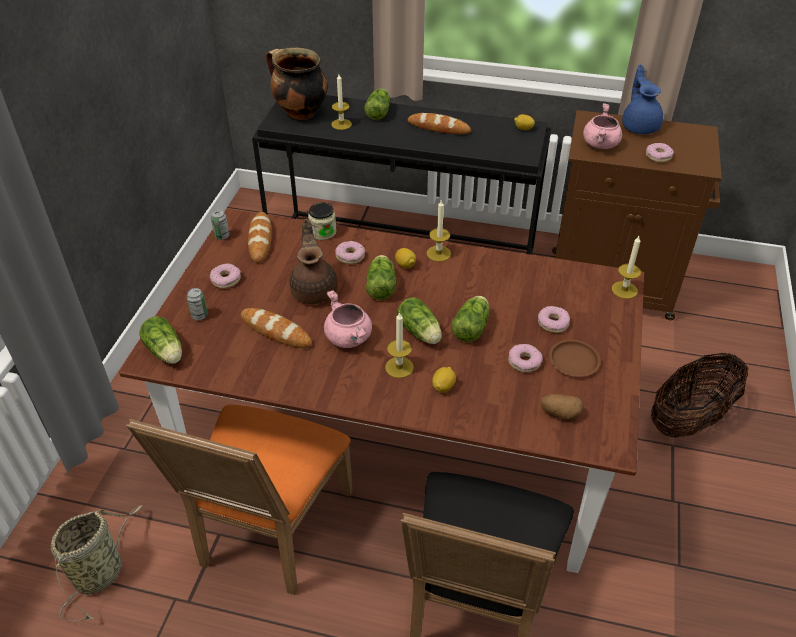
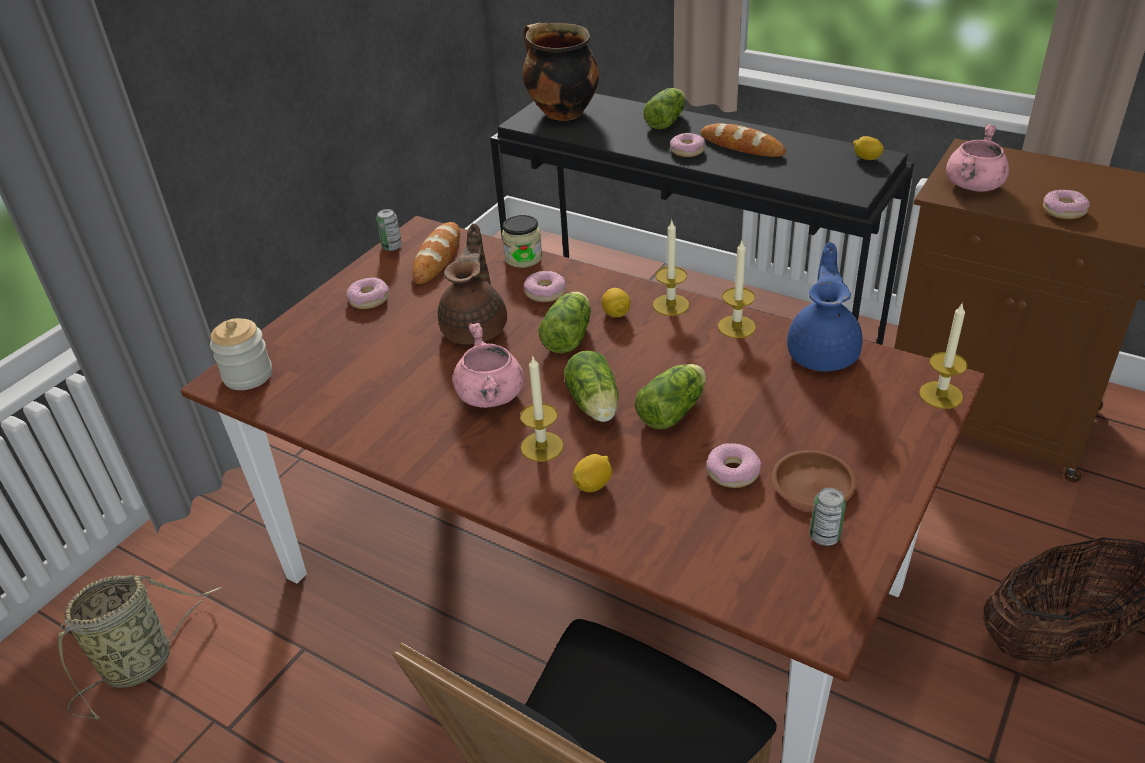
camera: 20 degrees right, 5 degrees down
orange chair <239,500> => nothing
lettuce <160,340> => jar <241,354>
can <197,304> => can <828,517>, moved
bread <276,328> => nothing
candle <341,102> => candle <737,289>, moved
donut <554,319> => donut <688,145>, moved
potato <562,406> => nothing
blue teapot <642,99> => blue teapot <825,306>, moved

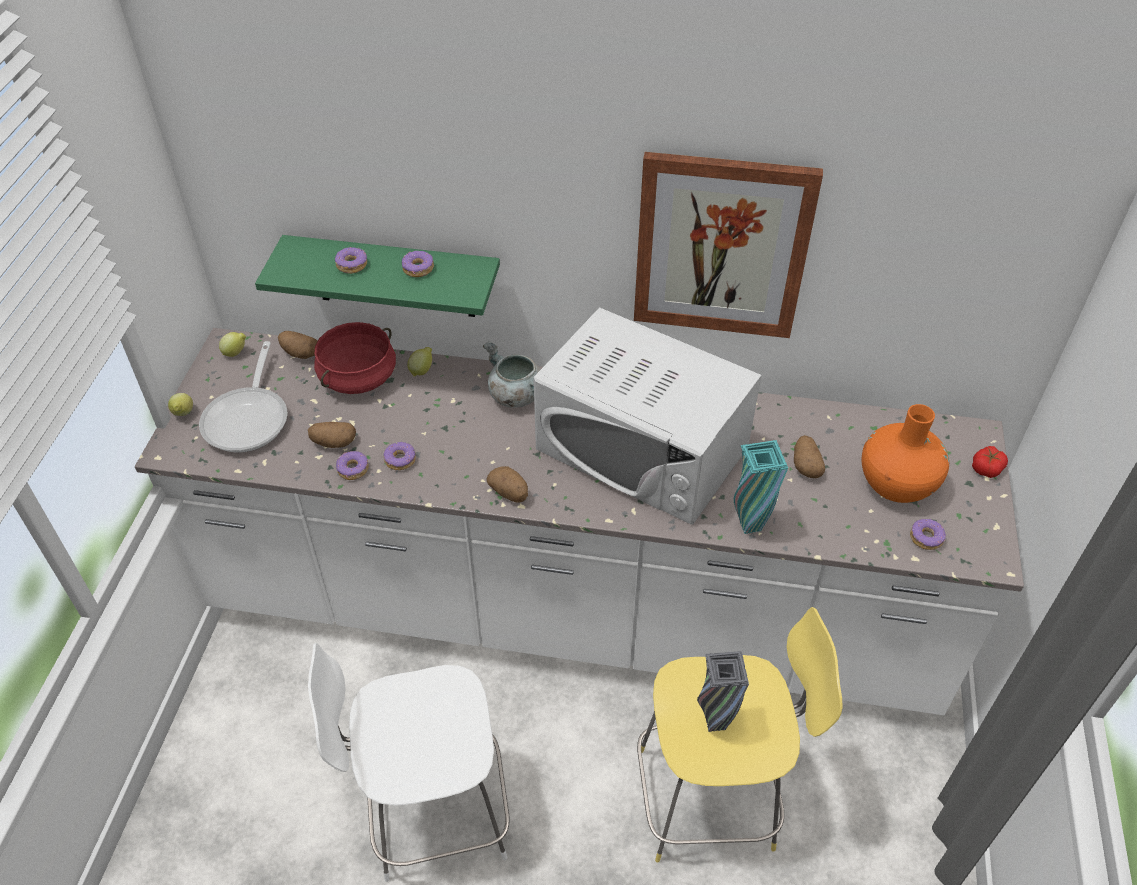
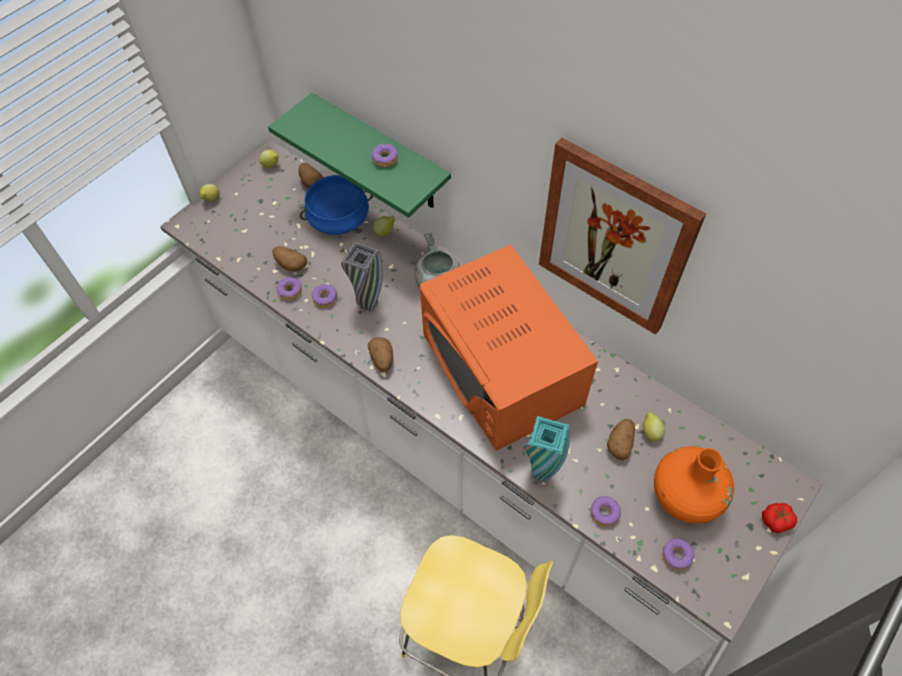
camera: 30 degrees right, 10 degrees up
frying pan <243,397> => nothing
white stool <408,762> => nothing
red cooking pot <355,358> => blue cooking pot <336,205>
donut <351,260> => donut <606,511>, moved
white microwave <648,416> => orange microwave <509,347>
grey vase <723,691> => grey vase <362,277>, moved
nothing => lemon <653,426>

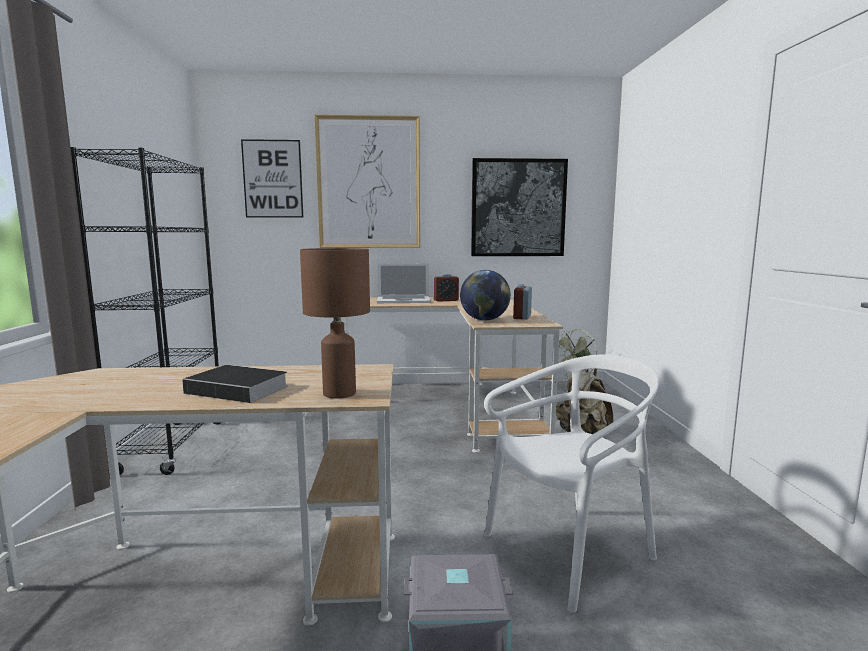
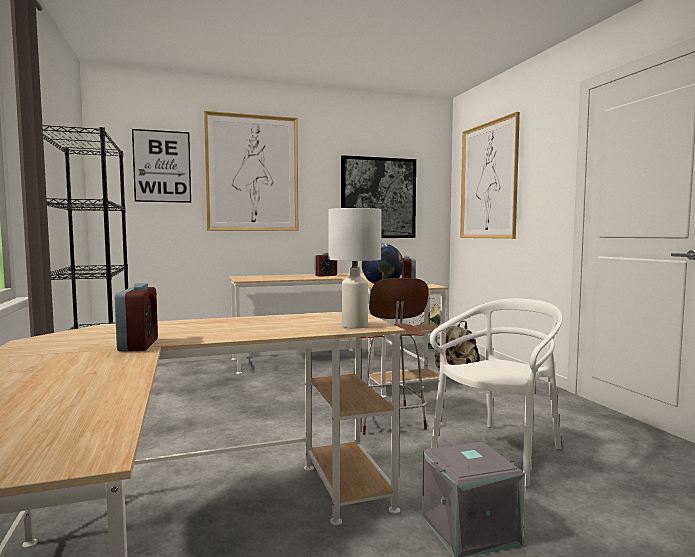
camera: 15 degrees left, 5 degrees down
book <235,384> => nothing
brown table lamp <335,323> => white table lamp <355,268>
laptop <404,283> => nothing
nothing => alarm clock <136,317>
nothing => brown stool <391,356>
nothing => picture <490,175>

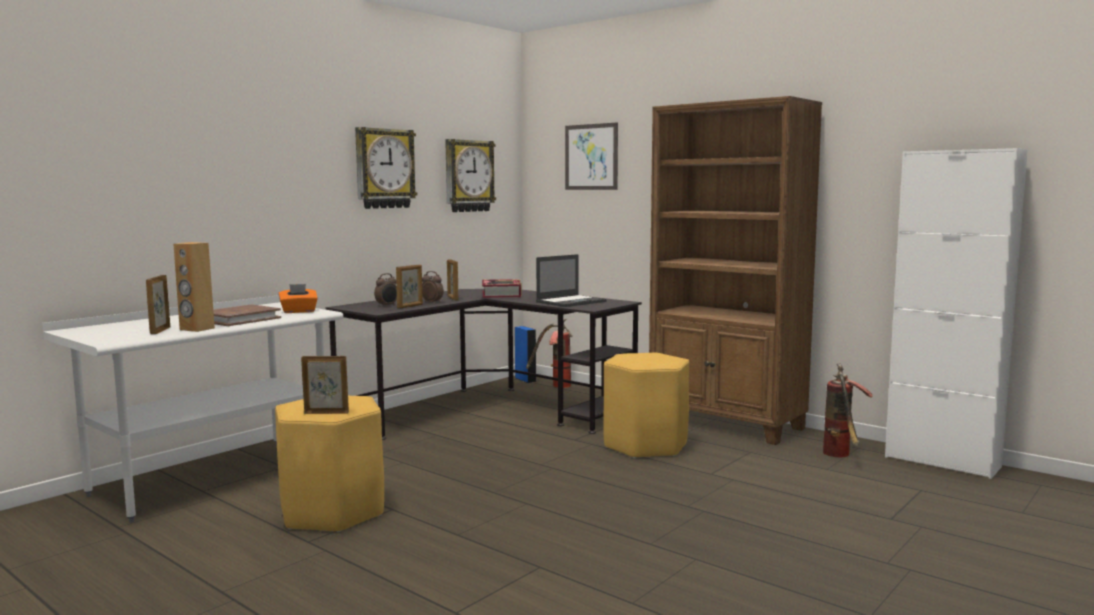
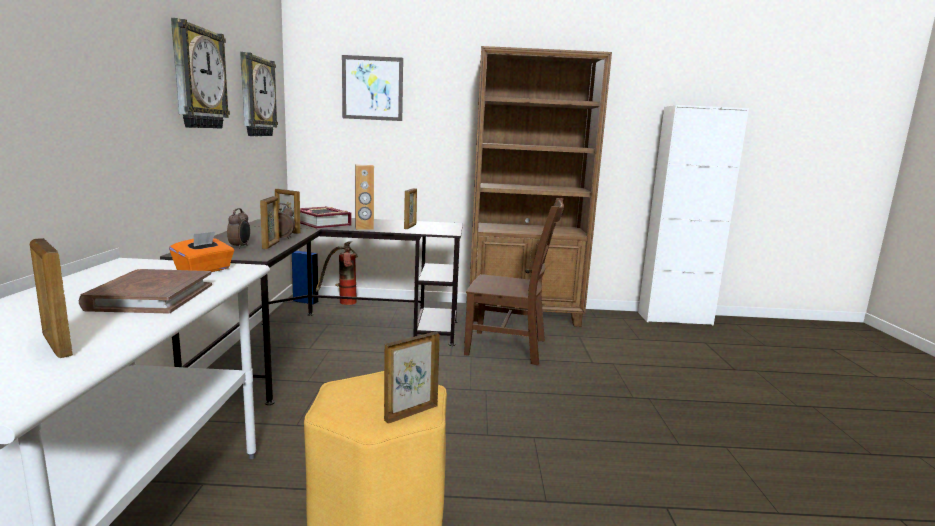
camera: 40 degrees left, 5 degrees up
brown speaker <194,287> => brown speaker <364,197>, moved
laptop <571,280> => picture frame <410,208>
yellow stool <646,405> => brown chair <514,281>
fire extinguisher <847,410> => nothing

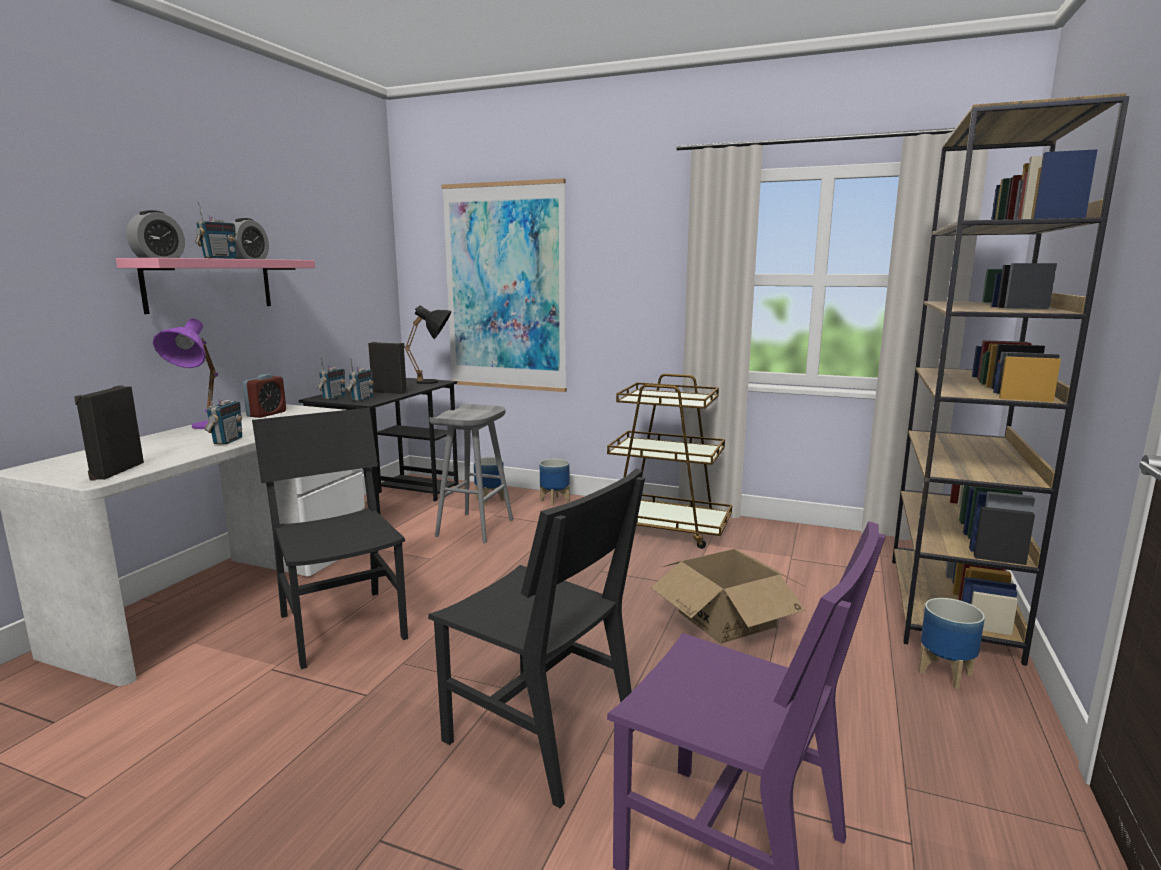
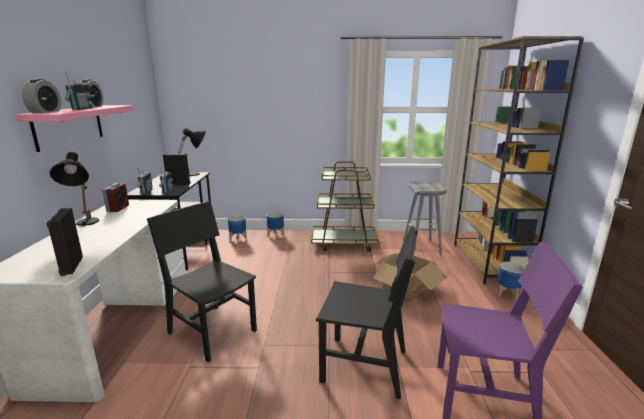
camera: 20 degrees left, 5 degrees up
purple table lamp <185,373> => black table lamp <74,189>
radio <223,415> => nothing
grey stool <471,474> => grey stool <425,218>, moved
picture <504,285> => nothing

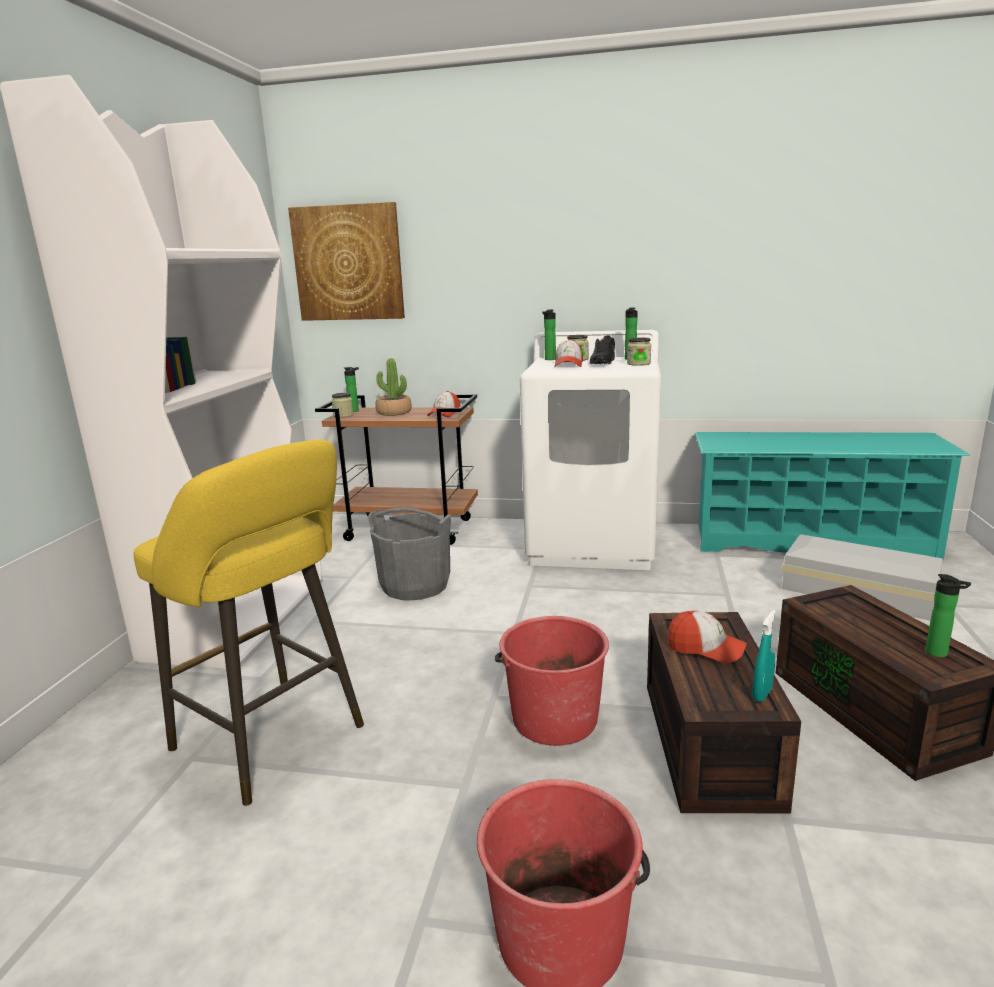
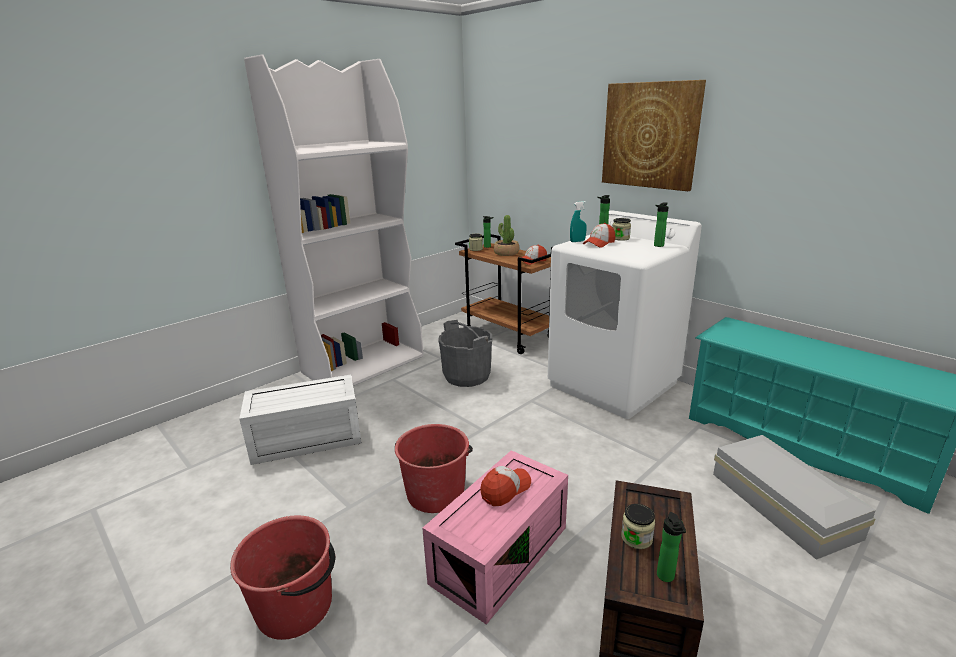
camera: 35 degrees right, 5 degrees up
yellow stool <248,622> => white storage box <300,419>
picture <346,261> => picture <654,135>, moved
black shoe <602,349> => nothing
jar <639,351> => jar <638,526>, moved
brown storage box <724,712> => pink storage box <495,537>
cap <707,637> => cap <505,486>, 105 degrees counterclockwise
turquoise spray bottle <764,656> => turquoise spray bottle <578,221>, moved

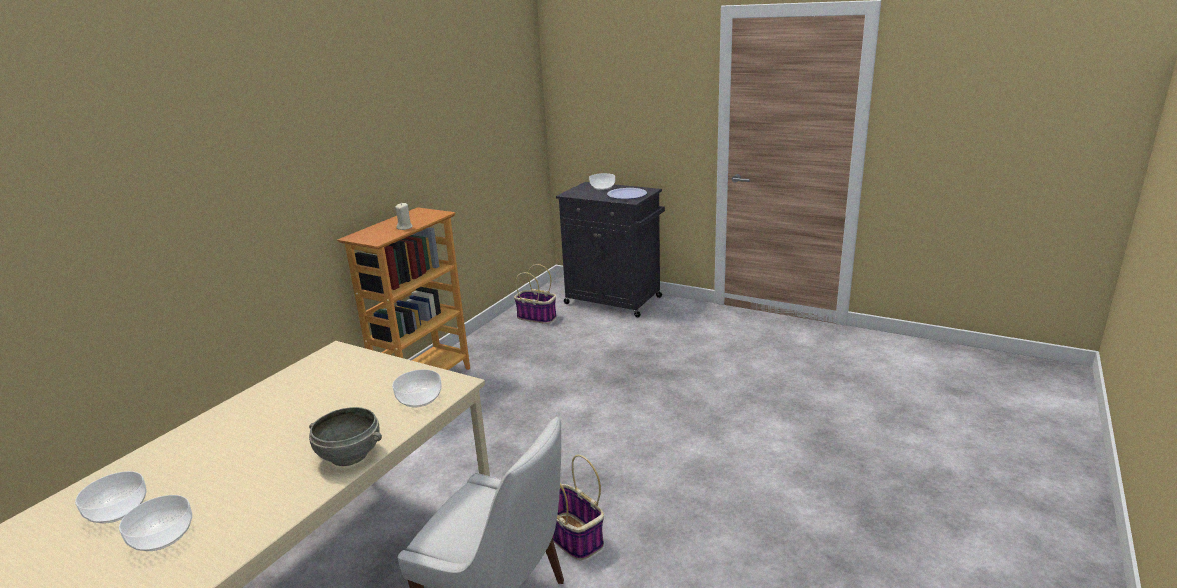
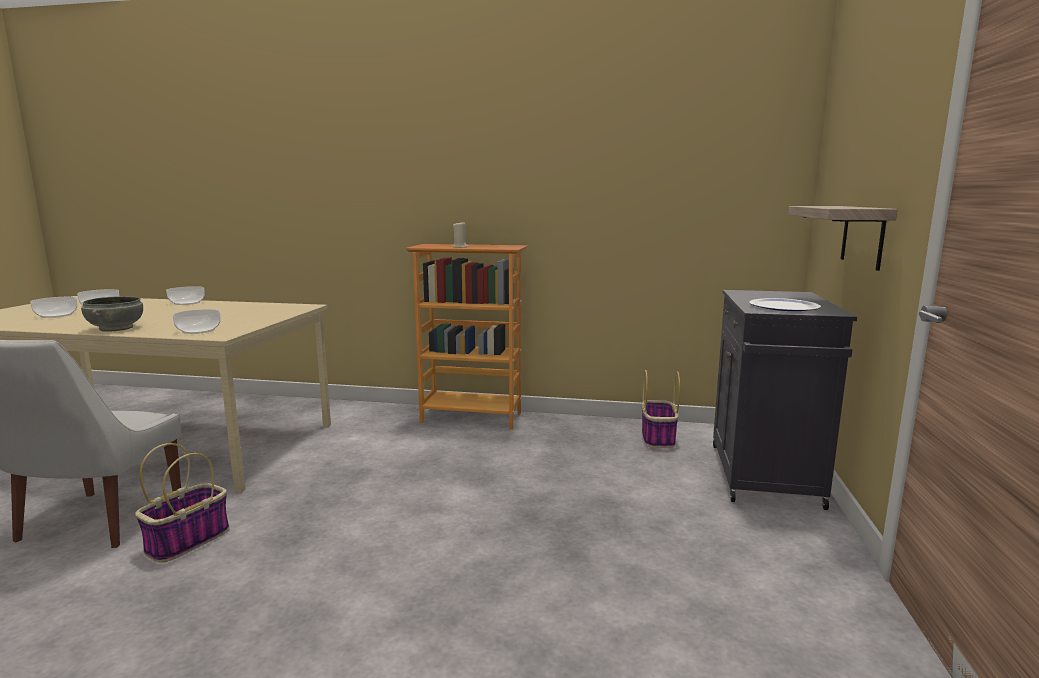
camera: 70 degrees right, 10 degrees down
bowl <602,181> => bowl <185,295>, moved
nothing => shelf <842,238>

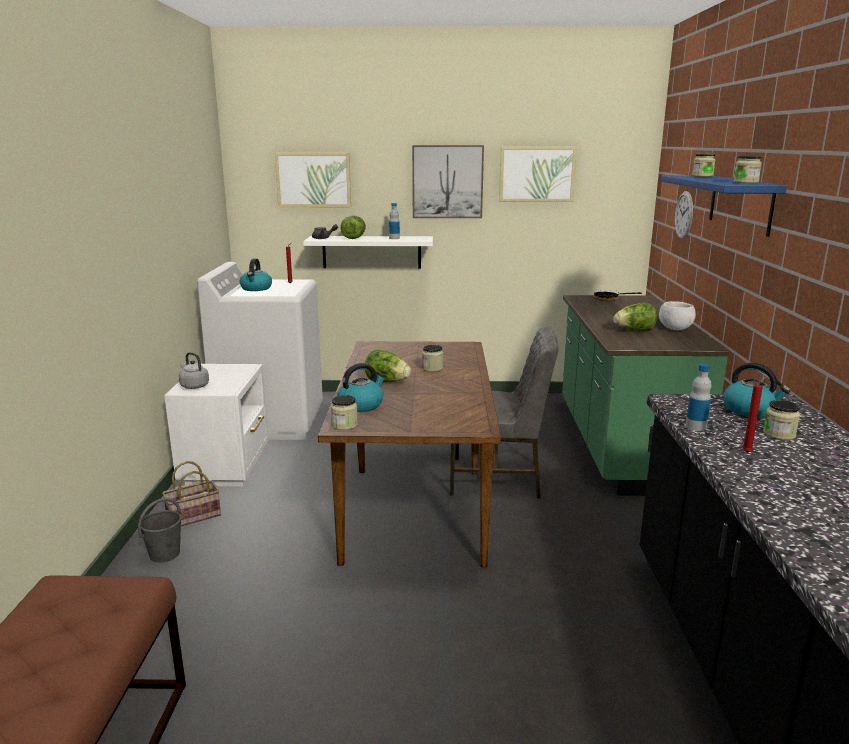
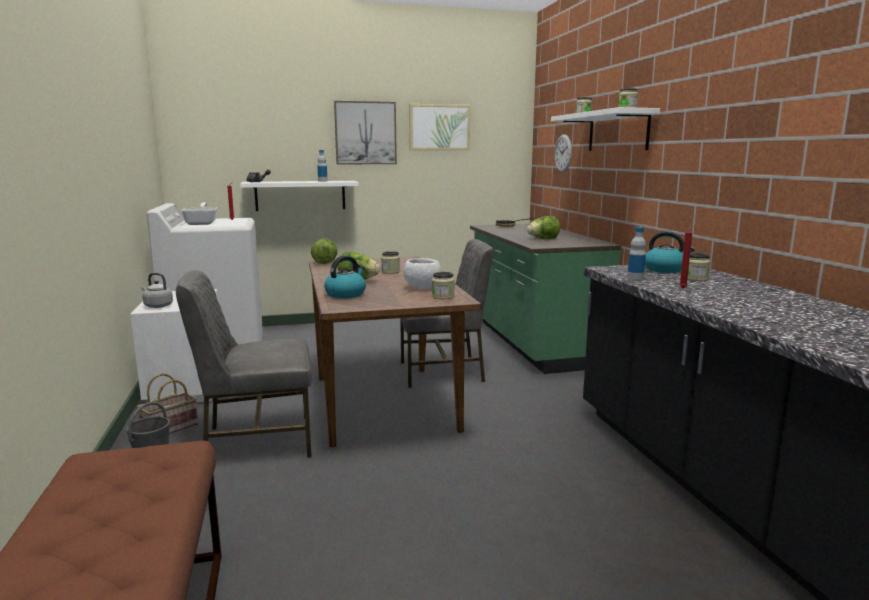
camera: 15 degrees left, 5 degrees down
kettle <256,274> => frying pan <199,214>
picture <313,180> => nothing
jar <344,412> => jar <443,285>, moved
lettuce <353,227> => lettuce <324,251>, moved
white bowl <677,315> => white bowl <422,273>, moved
blue shelf <724,206> => white shelf <605,129>
nothing => grey chair <244,364>

